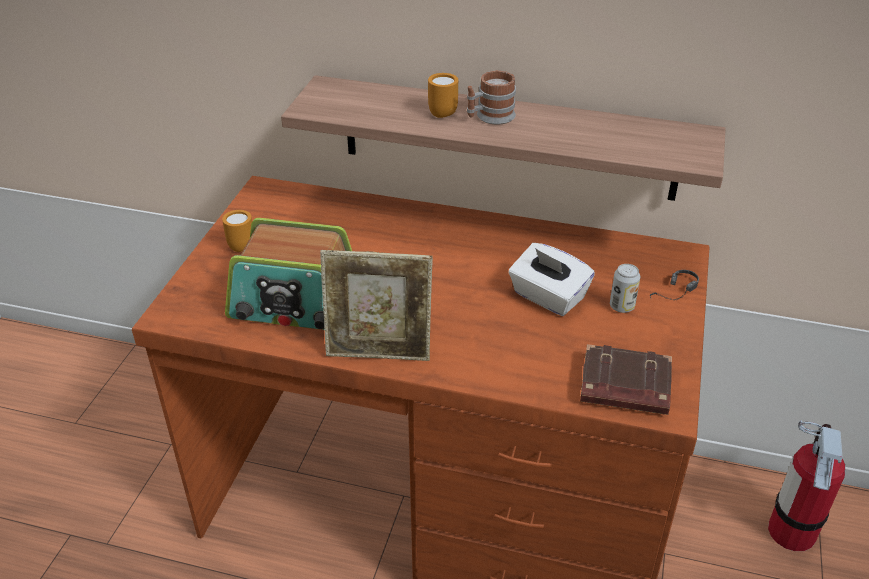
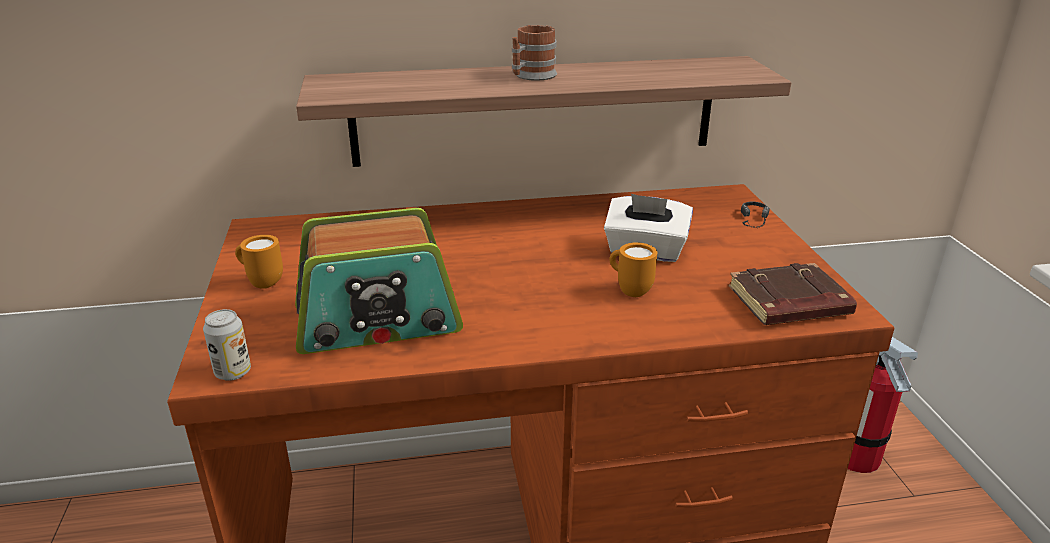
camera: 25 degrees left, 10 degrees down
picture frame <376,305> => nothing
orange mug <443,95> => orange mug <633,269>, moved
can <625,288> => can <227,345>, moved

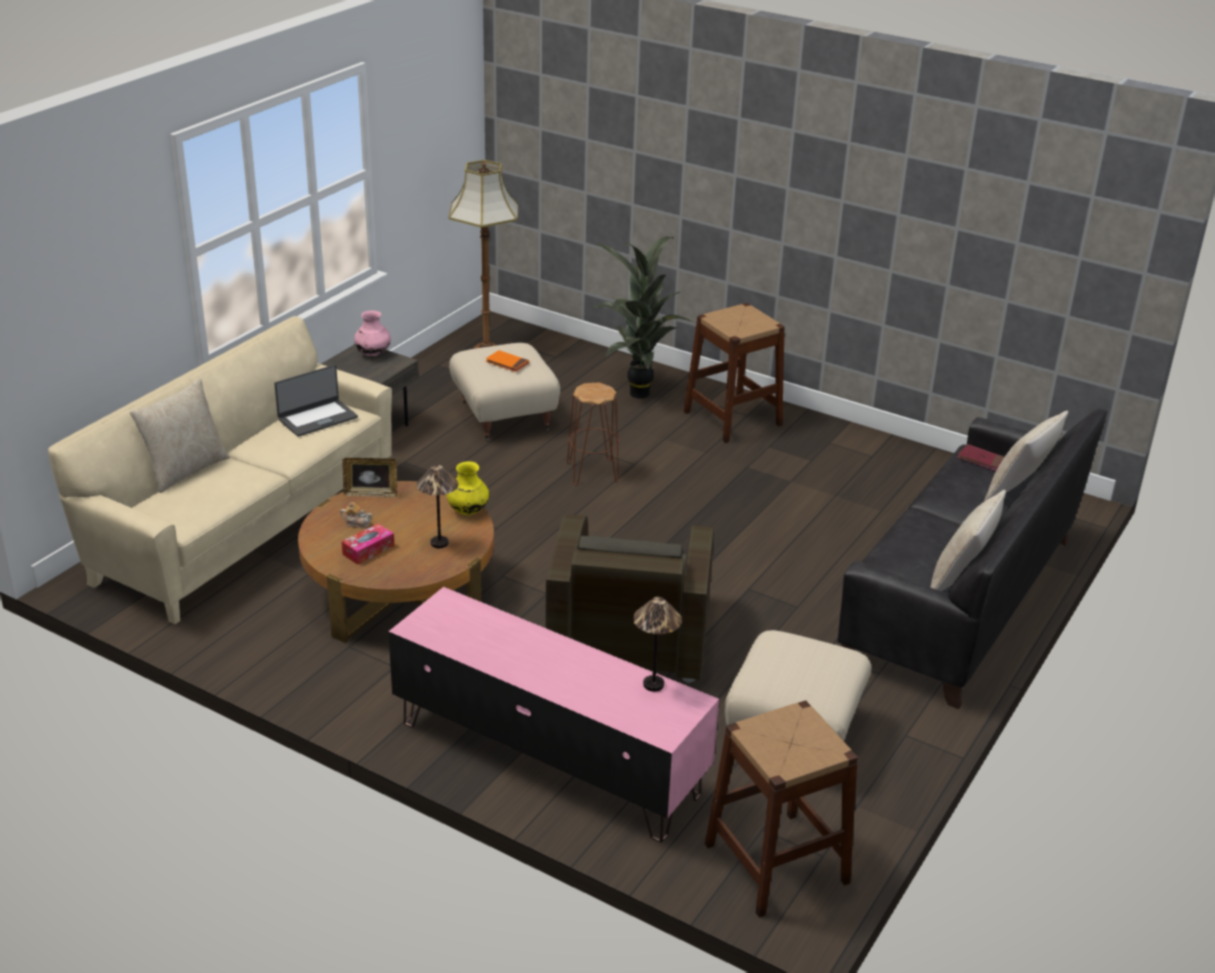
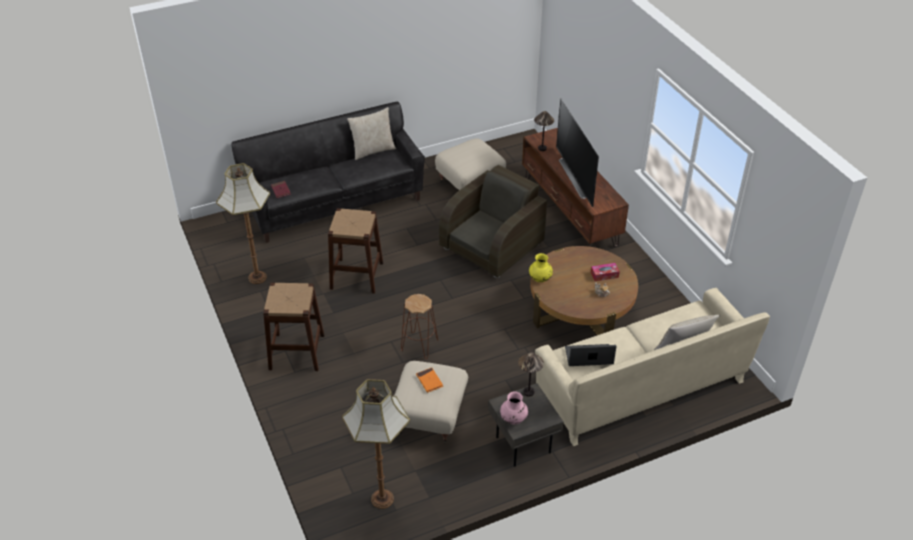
camera: 145 degrees left, 10 degrees up
picture frame <370,478> => nothing
pink tv stand <553,715> => brown tv stand <575,188>
table lamp <438,506> => table lamp <531,374>, moved
potted plant <643,317> => nothing
brown stool <781,809> => brown stool <355,251>, moved
beige pillow <1026,456> => nothing
nothing => floor lamp <243,223>
nothing => television <577,152>

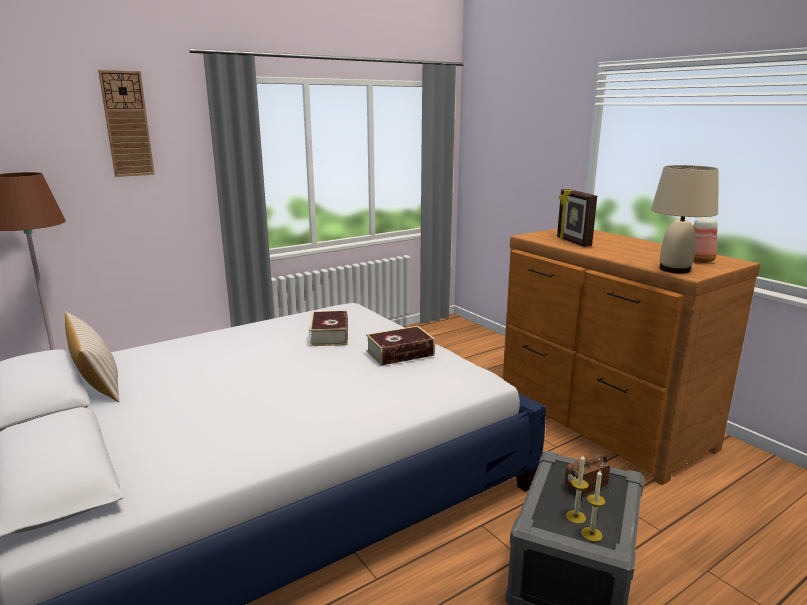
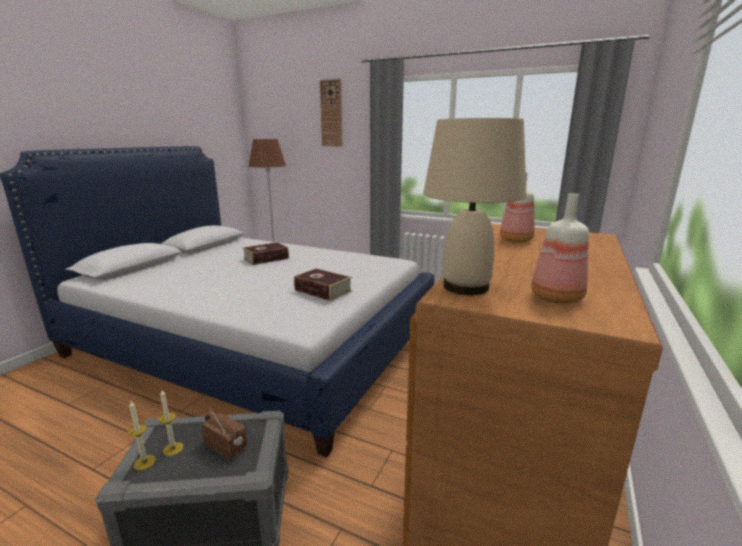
camera: 60 degrees right, 0 degrees up
beige pillow <92,356> => nothing
book <328,328> => book <265,253>, moved
picture frame <577,218> => bottle <517,207>

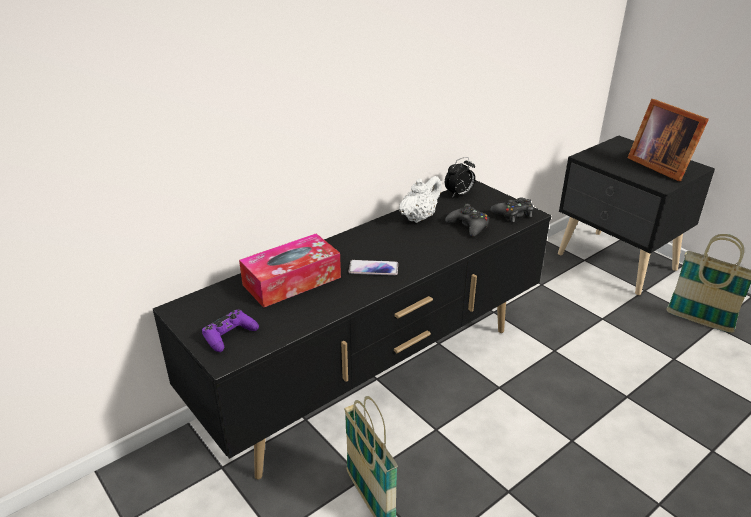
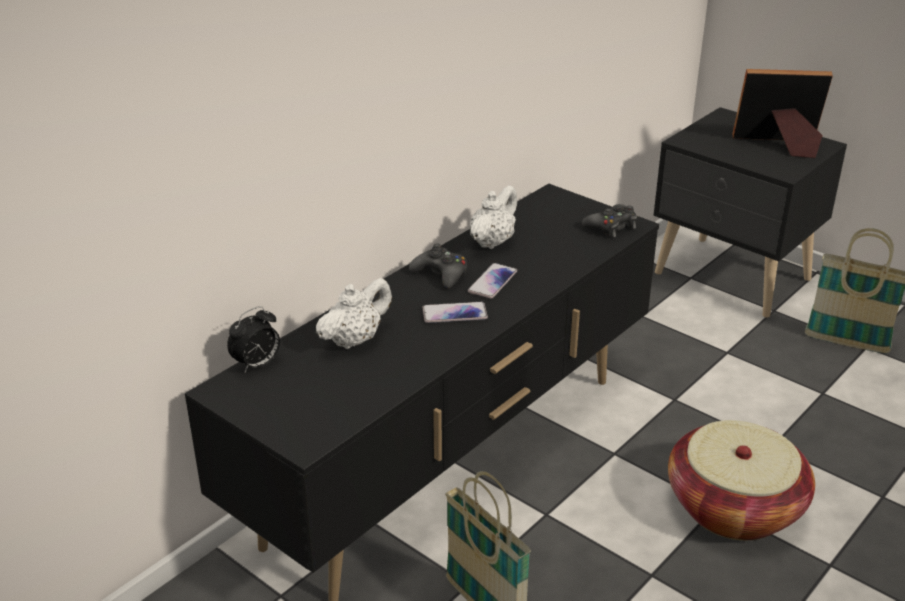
camera: 10 degrees left, 0 degrees up
purple game controller <230,331> => nothing
tissue box <290,270> => white teapot <354,313>
alarm clock <460,177> => alarm clock <253,339>, moved
black game controller <467,220> => black game controller <438,265>, moved
picture frame <668,140> => picture frame <782,113>, 135 degrees clockwise
nothing => phone <492,281>
nothing => basket <741,480>

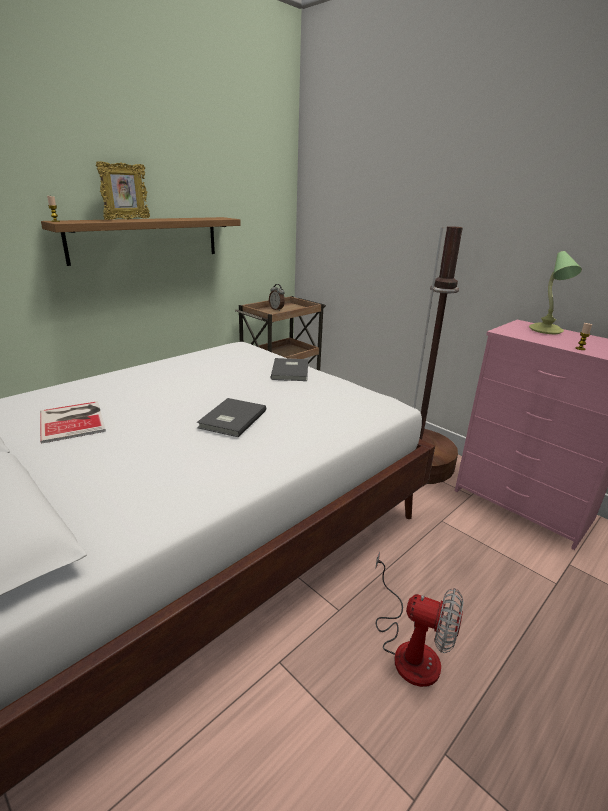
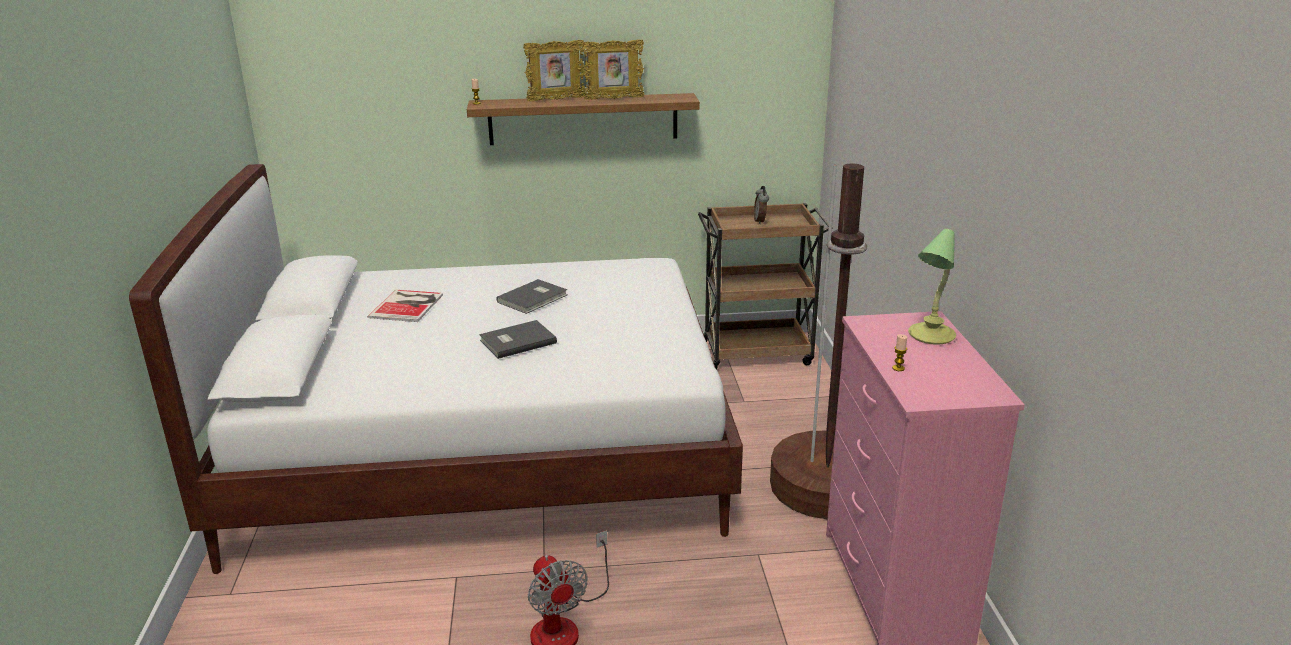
camera: 40 degrees right, 0 degrees up
grey book <289,369> => grey book <531,296>, moved
nothing => picture frame <613,70>

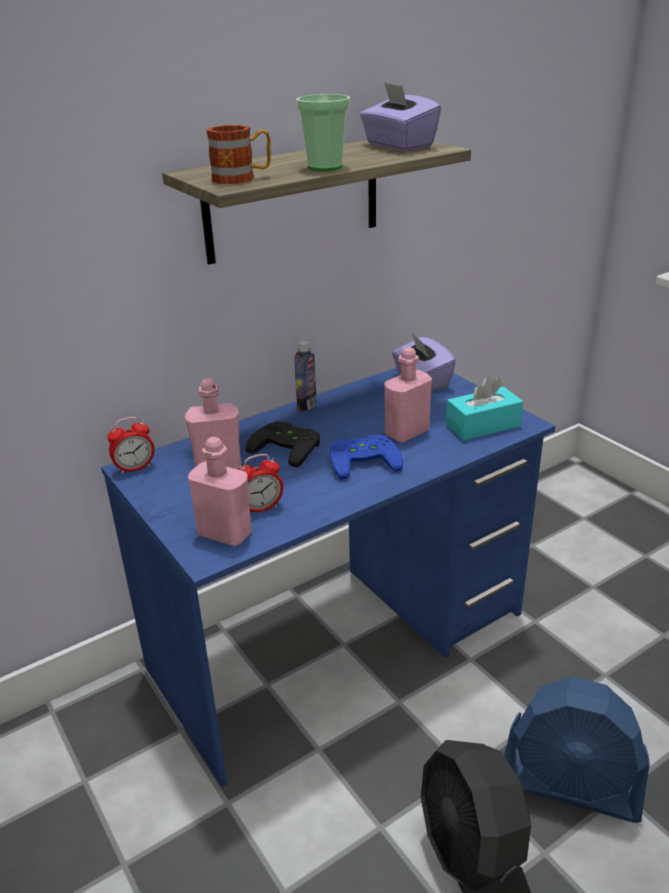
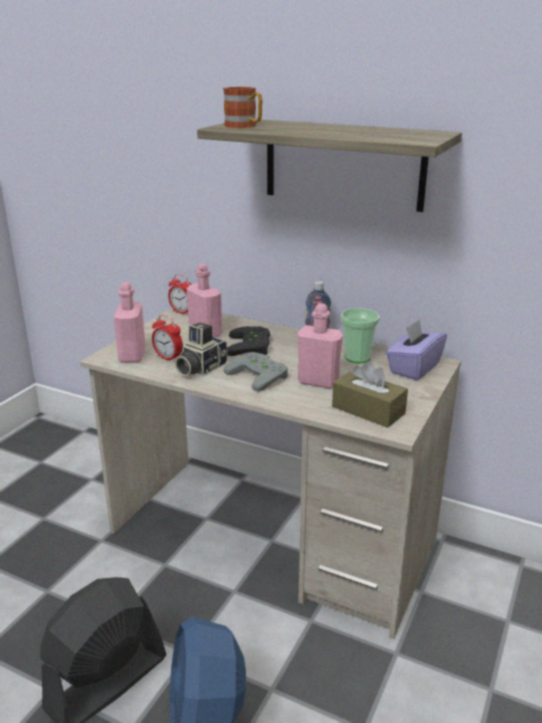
camera: 60 degrees right, 5 degrees down
blue desk <328,578> => beige desk <270,473>
cup <323,132> => cup <360,335>, moved
blue game controller <366,457> => grey game controller <256,372>
purple tissue box <400,117> => nothing
turquoise tissue box <484,408> => brown tissue box <370,394>
nothing => photo camera <201,349>

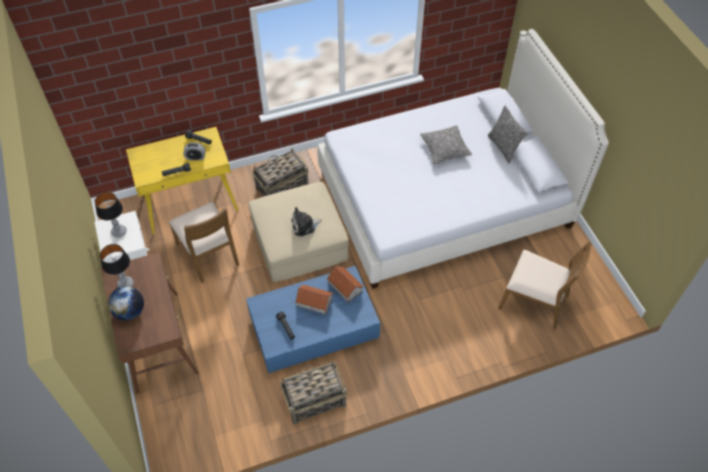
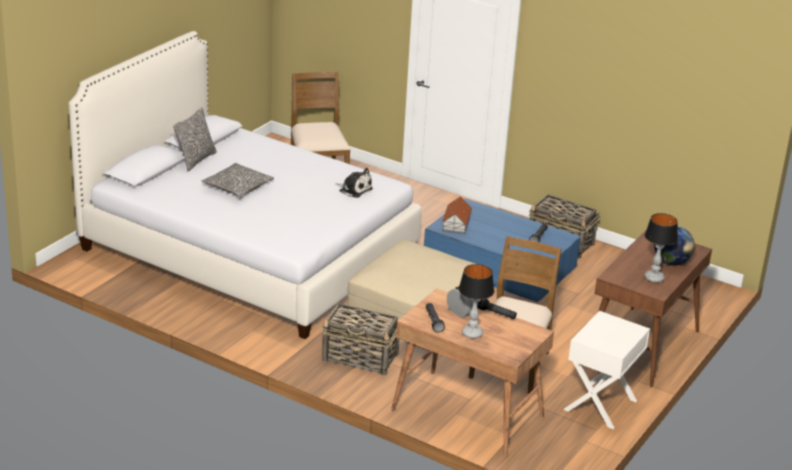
camera: 130 degrees left, 25 degrees down
table lamp <111,215> => table lamp <476,301>, moved
yellow desk <182,180> => brown desk <472,373>
plush toy <306,221> => plush toy <354,183>, moved
toy house <314,300> => nothing

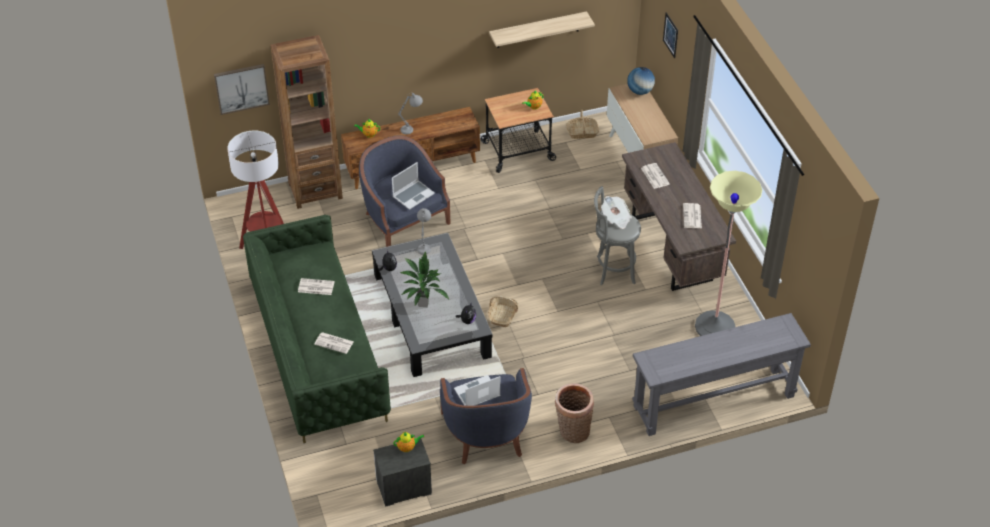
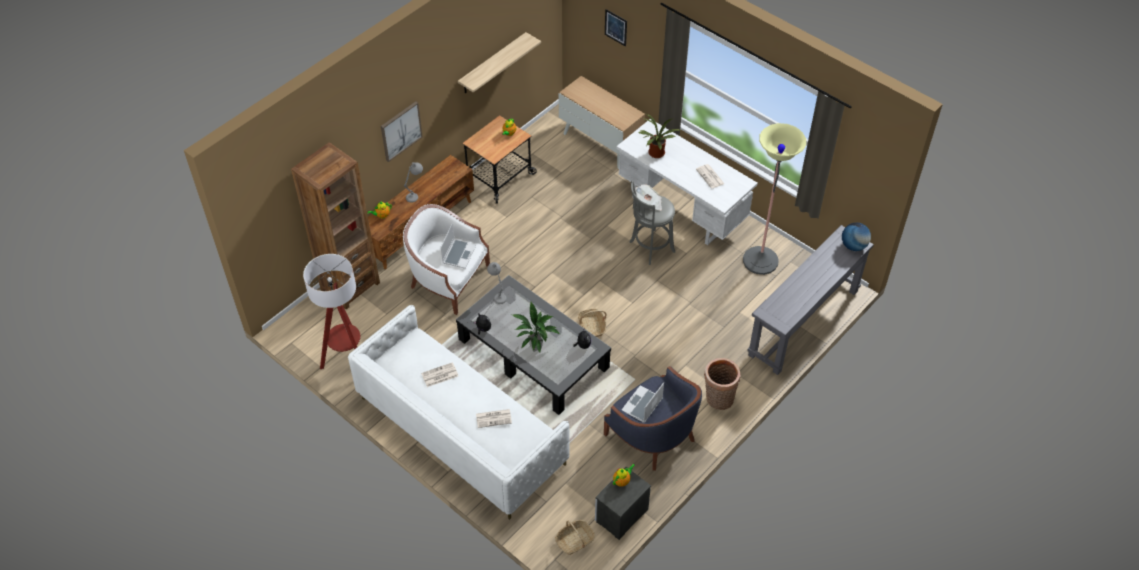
camera: 30 degrees left, 5 degrees up
picture <242,89> => picture <402,131>, moved
green sofa <317,329> => white sofa <458,412>
blue armchair <405,191> => white armchair <446,259>
basket <582,124> => basket <575,537>, moved
brown desk <679,216> => white desk <687,182>
globe <641,81> => globe <856,236>, moved
newspaper <655,176> => potted plant <659,136>

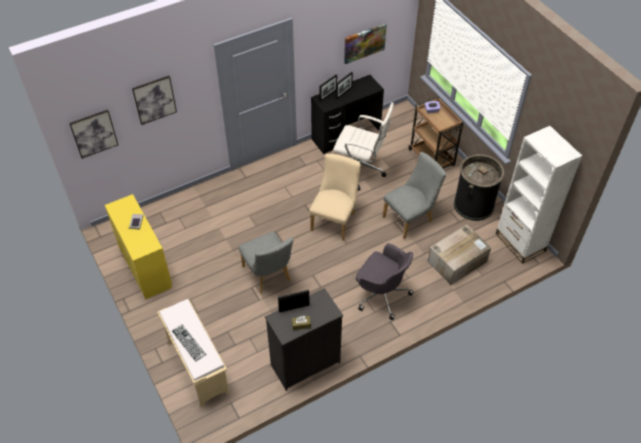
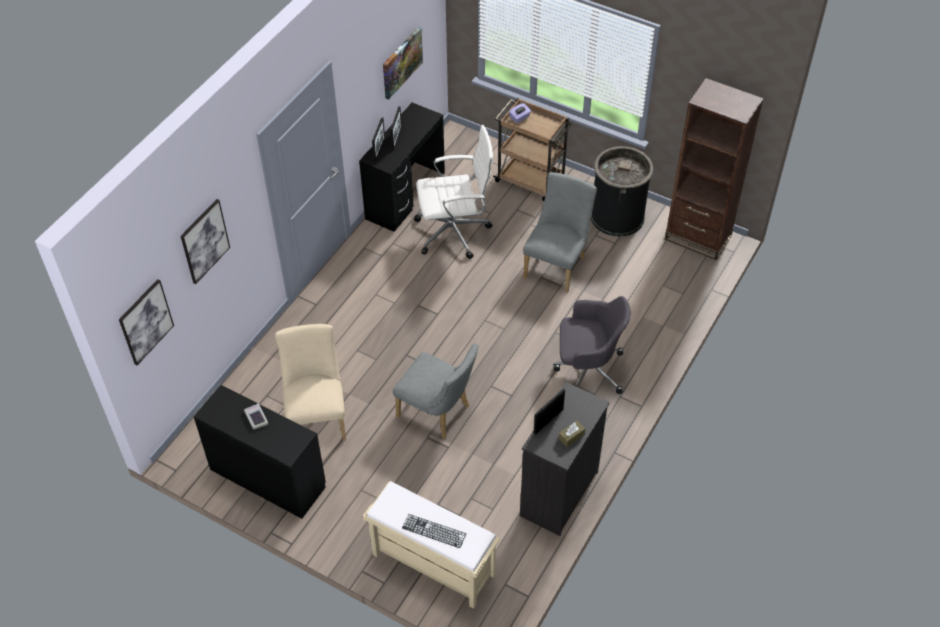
camera: 30 degrees left, 0 degrees up
yellow desk <138,246> => black desk <260,452>
beige chair <335,197> => beige chair <310,382>, moved
cardboard box <459,255> => nothing
white bookcase <539,195> => brown bookcase <714,169>

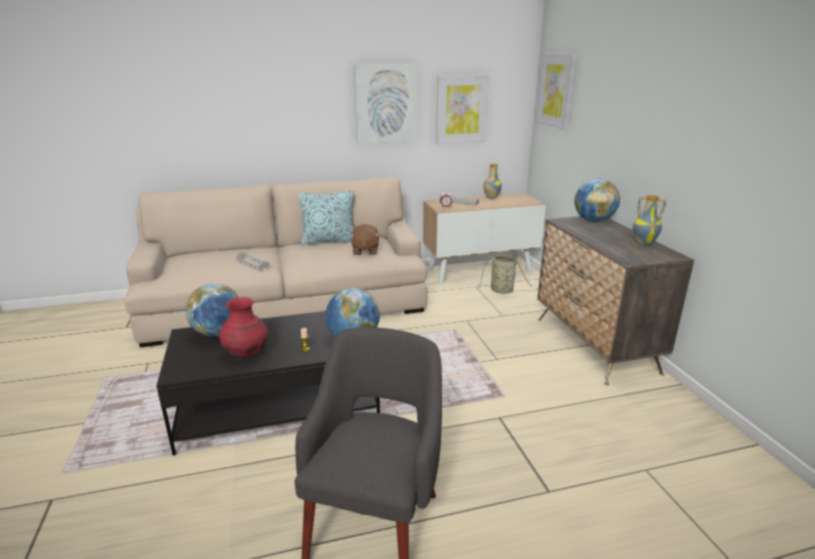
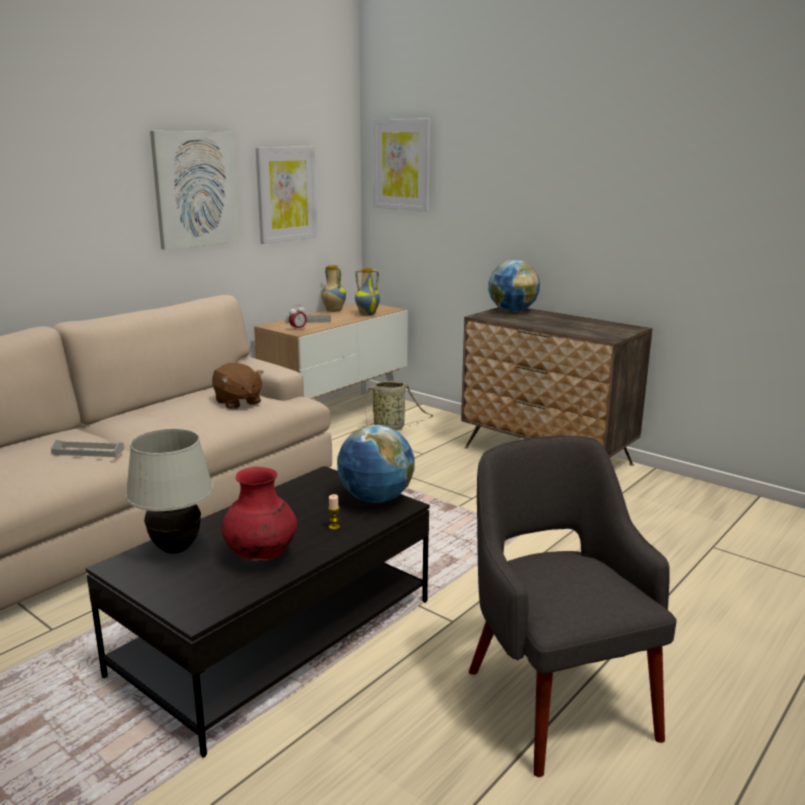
camera: 35 degrees left, 5 degrees down
globe <211,310> => white table lamp <169,491>
pillow <326,218> => nothing
vase <649,220> => vase <367,292>, moved

